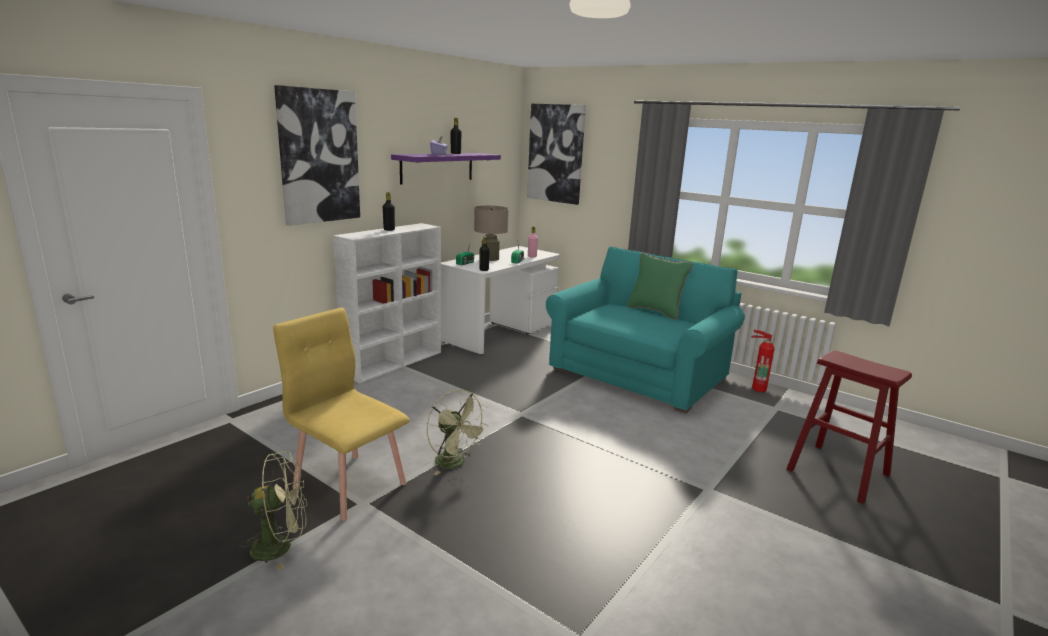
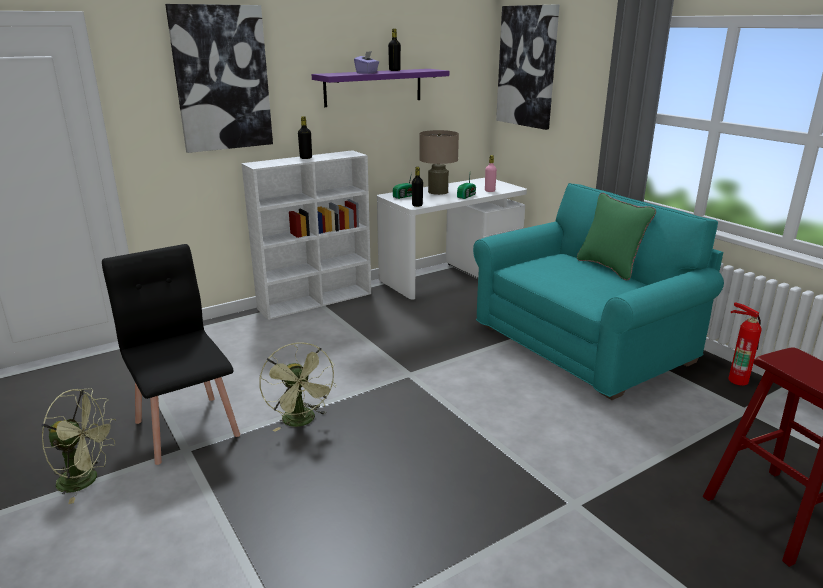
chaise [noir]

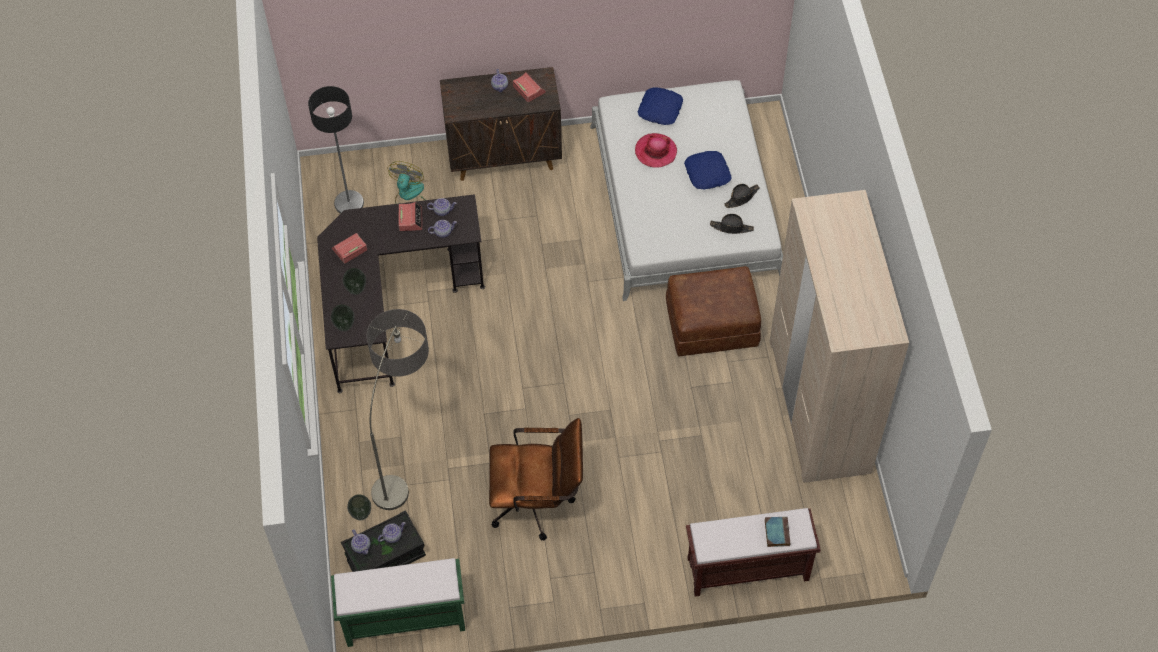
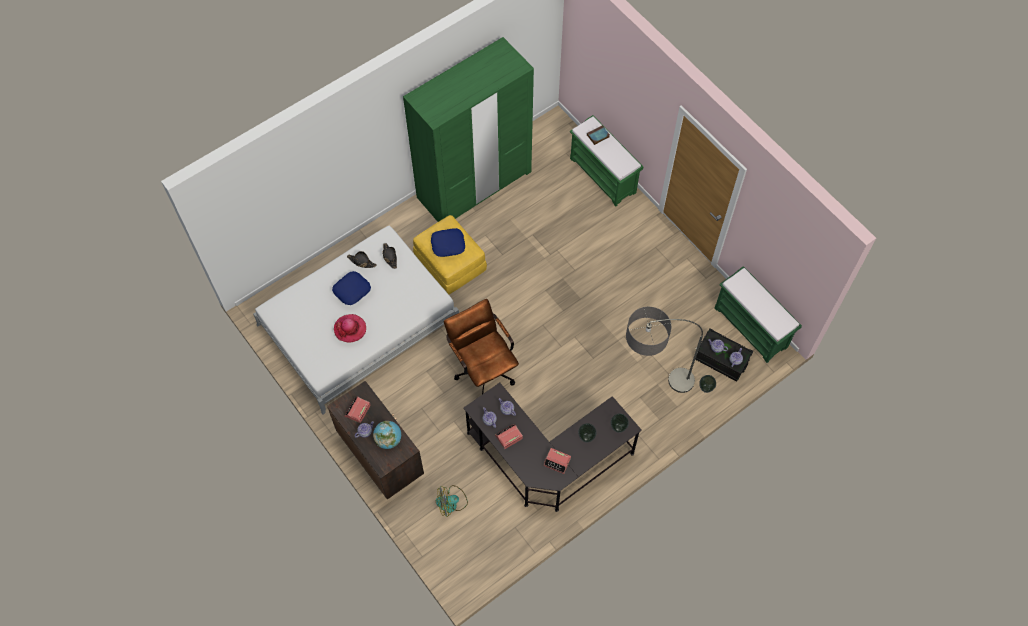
lampadaire (1st from left in the first image); globe; chaise de bureau [marron]; coussin [bleu] (2nd from left); pouf [jaune]; banc [vert] (1st from left); armoire [vert]

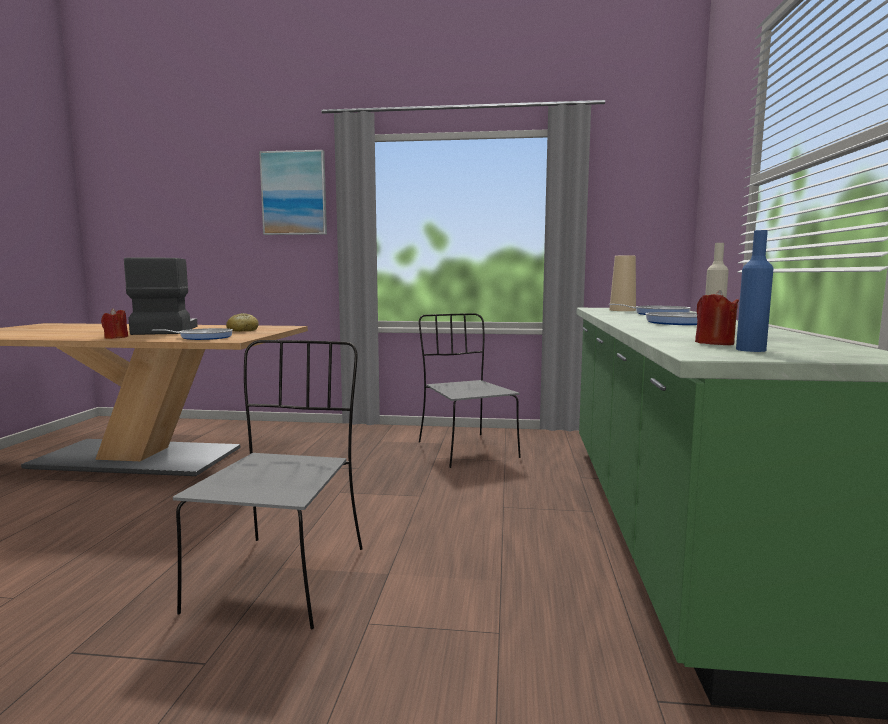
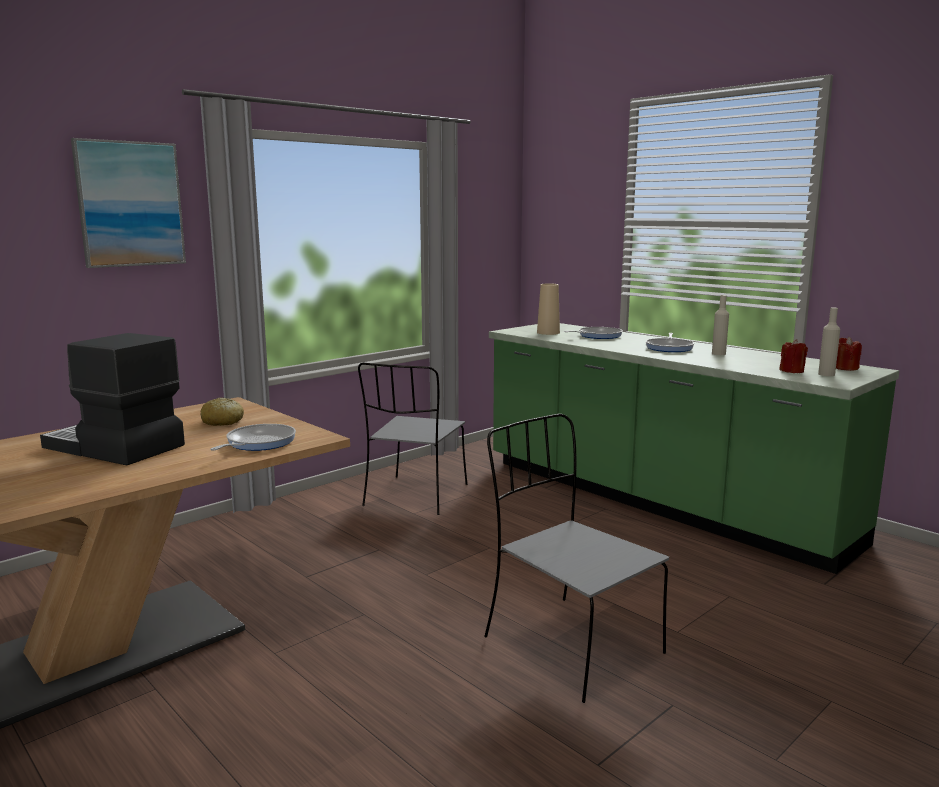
bougie [rouge] (2nd from left); bouteille [beige] (2nd from left); chaise [gris] (1st from left)

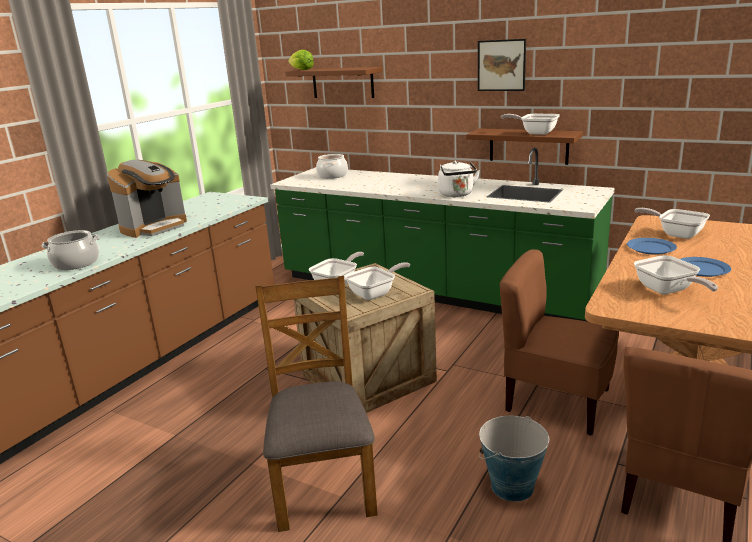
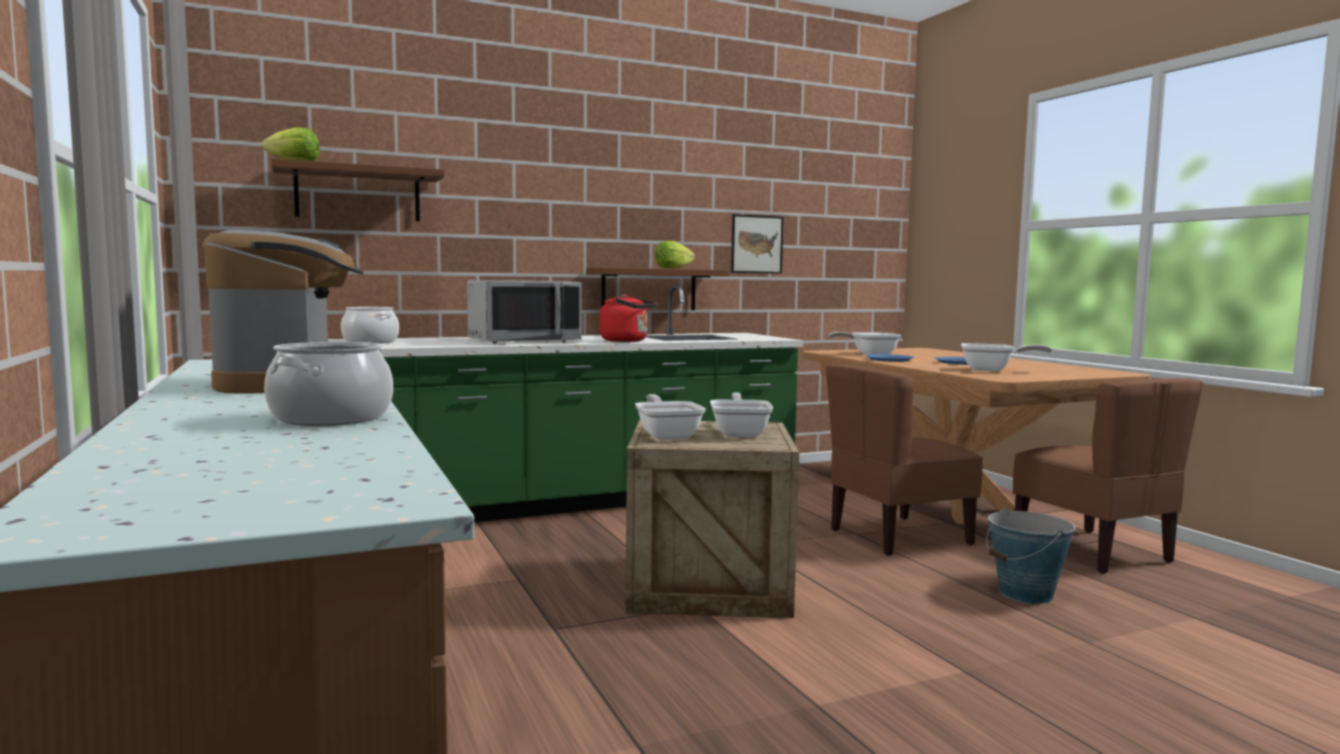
chaise [marron] (1st from left in the first image); micro-ondes [gris]; tableau; laitue (2nd from left); bouilloire [rouge]

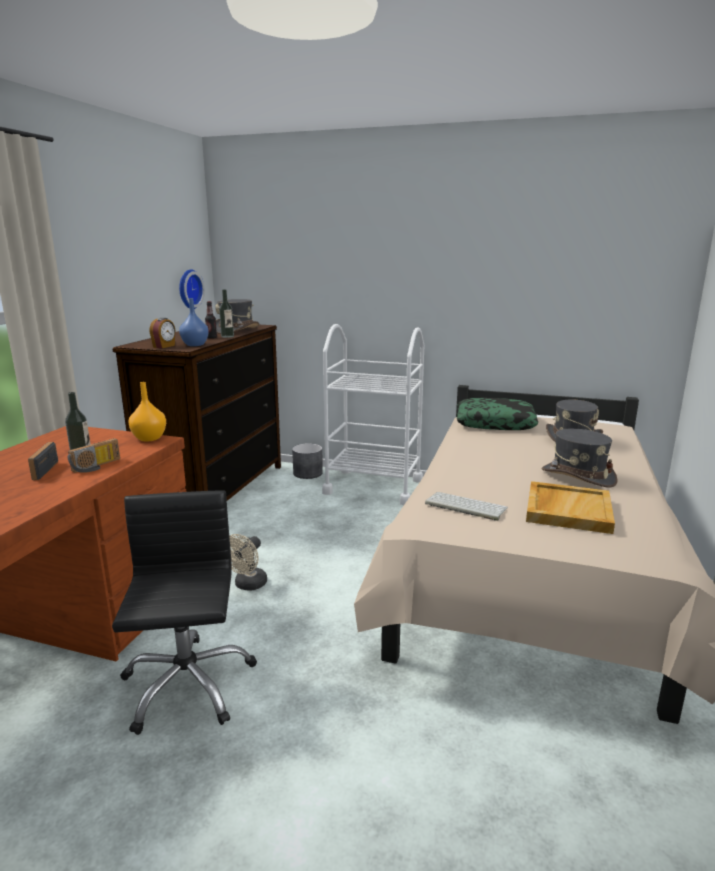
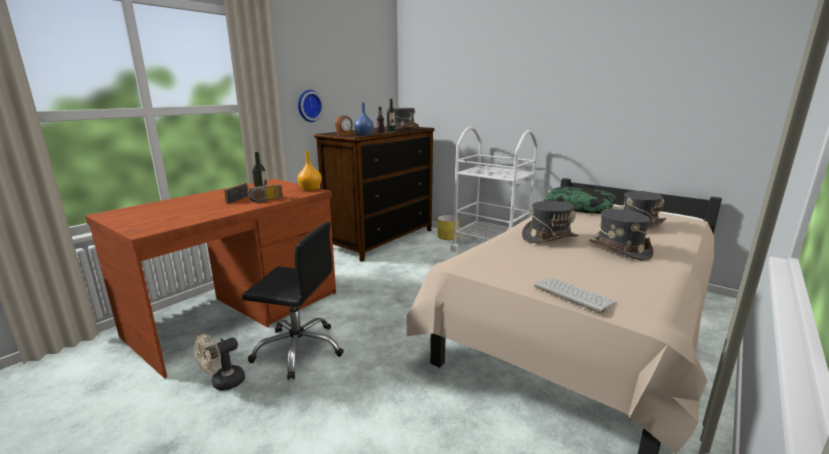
plateau [beige]; chapeau [gris] (2nd from left); horloge murale; ventilateur [beige]; clavier; cache-pot [jaune]; chaise de bureau [noir]

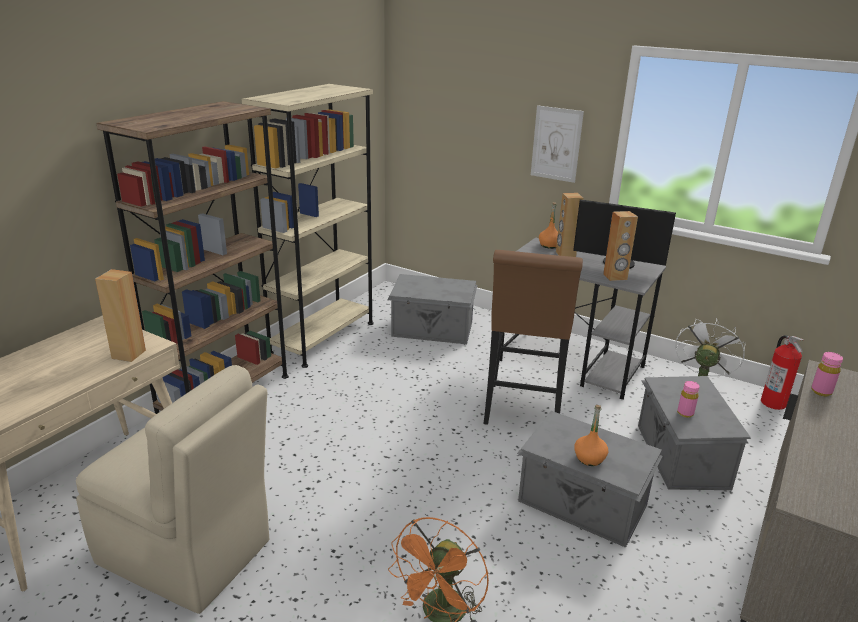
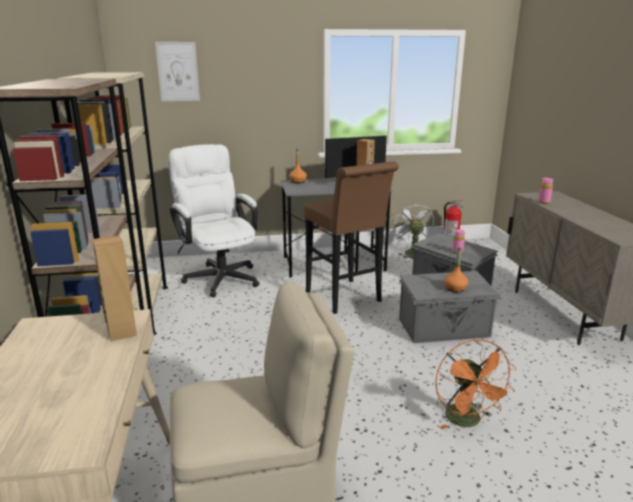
enceinte [marron] (2nd from left in the first image); tableau; chaise de bureau [blanc]

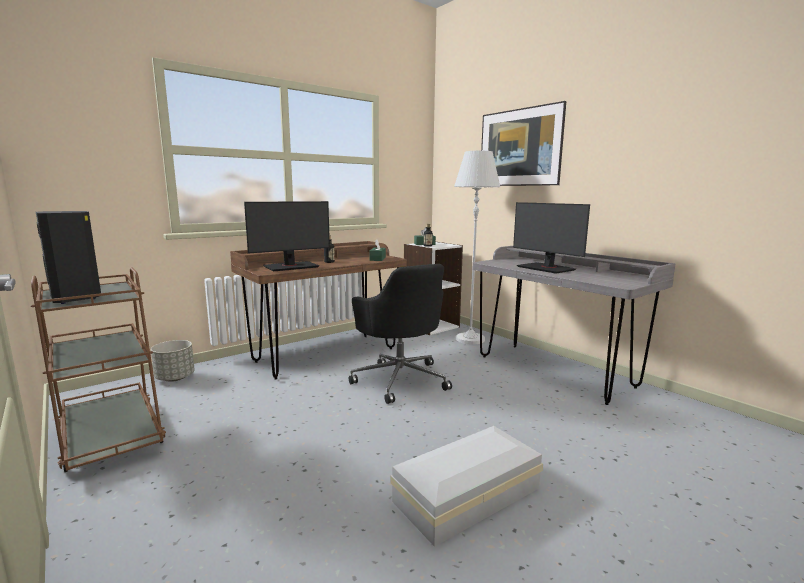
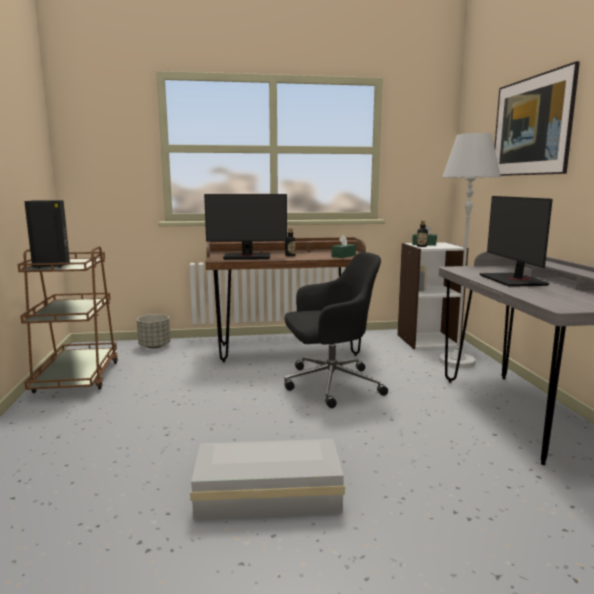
chaise de bureau [noir]

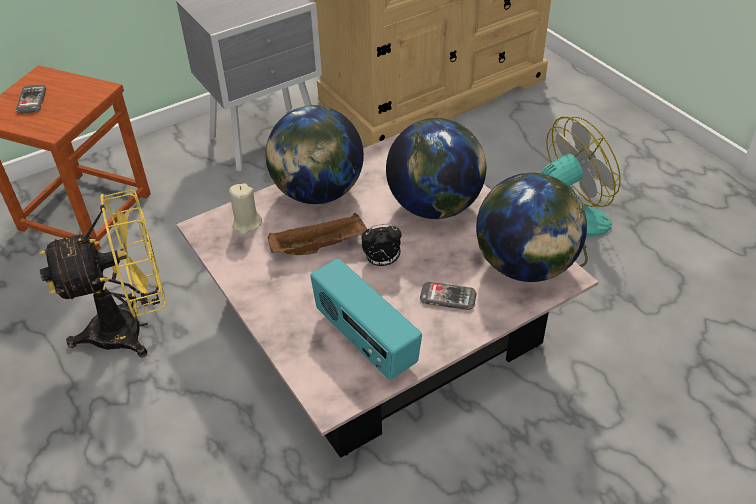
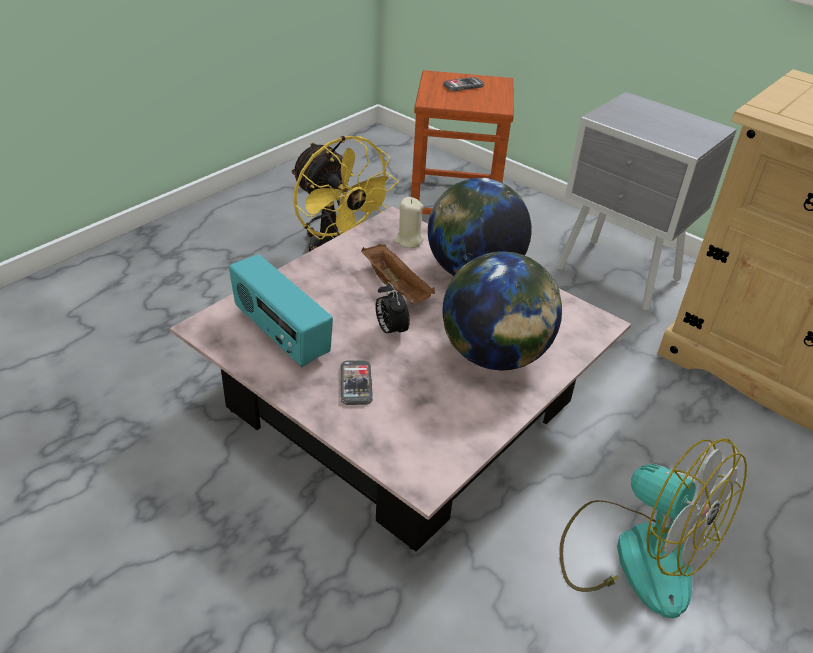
globe (3rd from left in the first image); radio

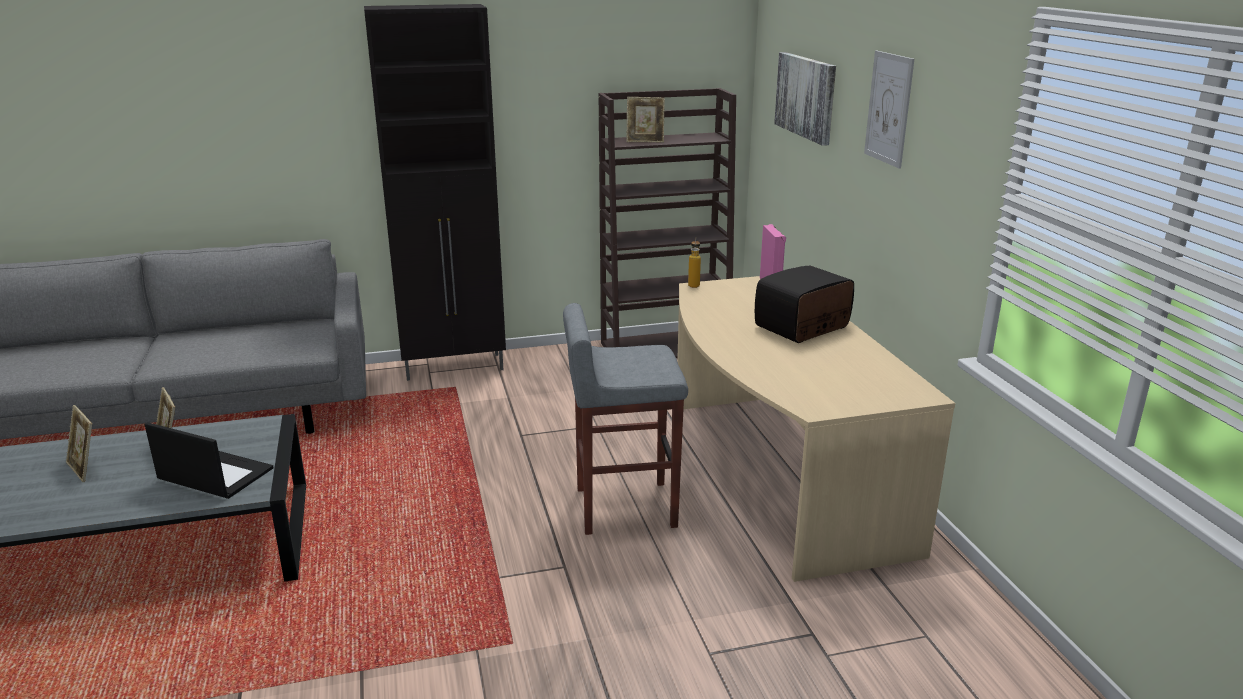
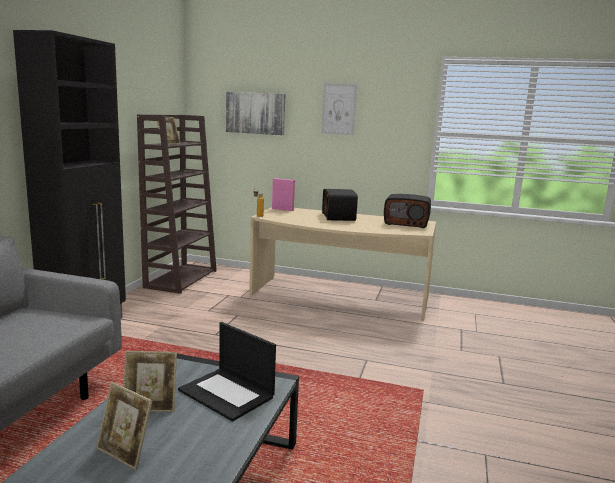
tabouret [gris]; radio (2nd from left); cadre photo (1st from left); ordinateur portable

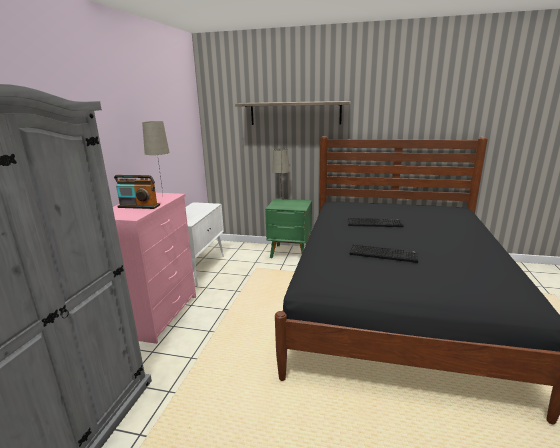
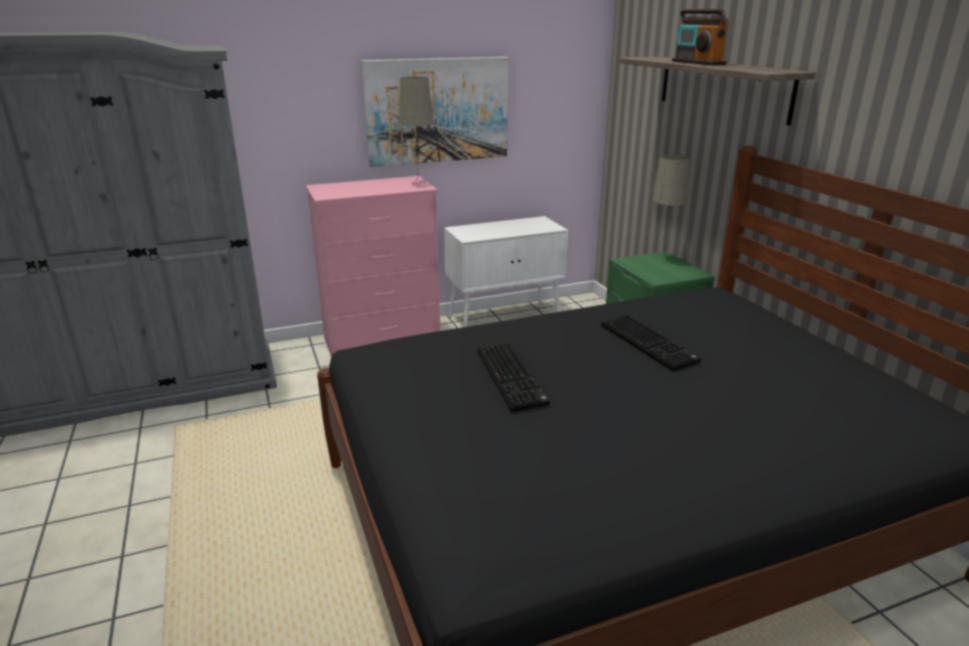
tableau; radio

